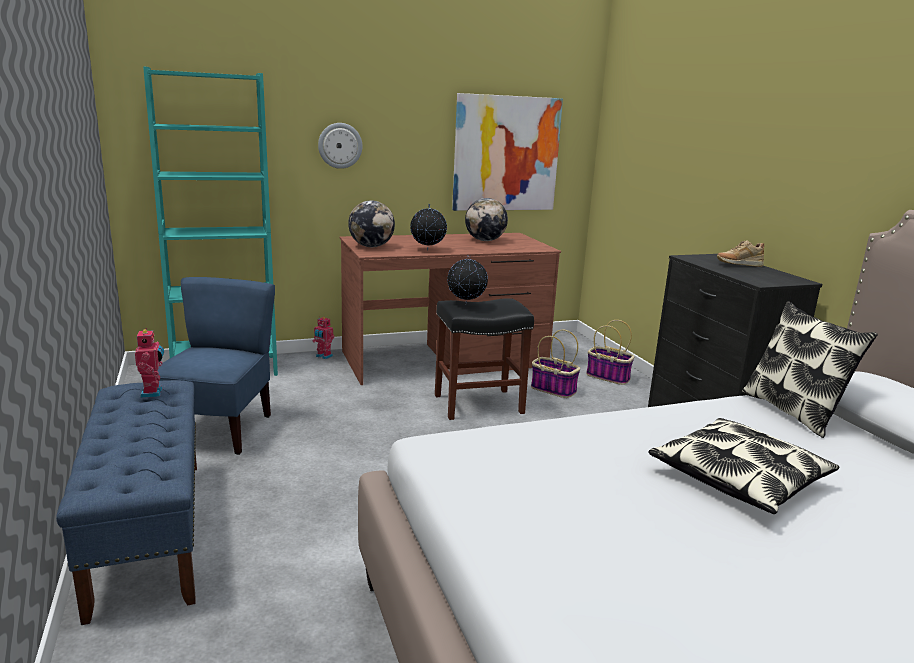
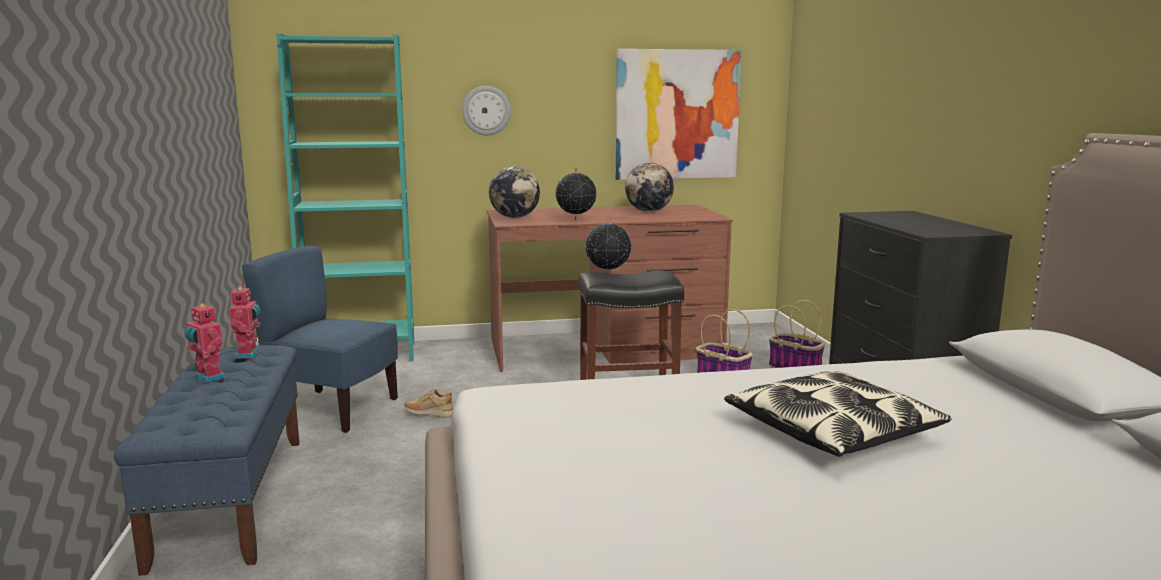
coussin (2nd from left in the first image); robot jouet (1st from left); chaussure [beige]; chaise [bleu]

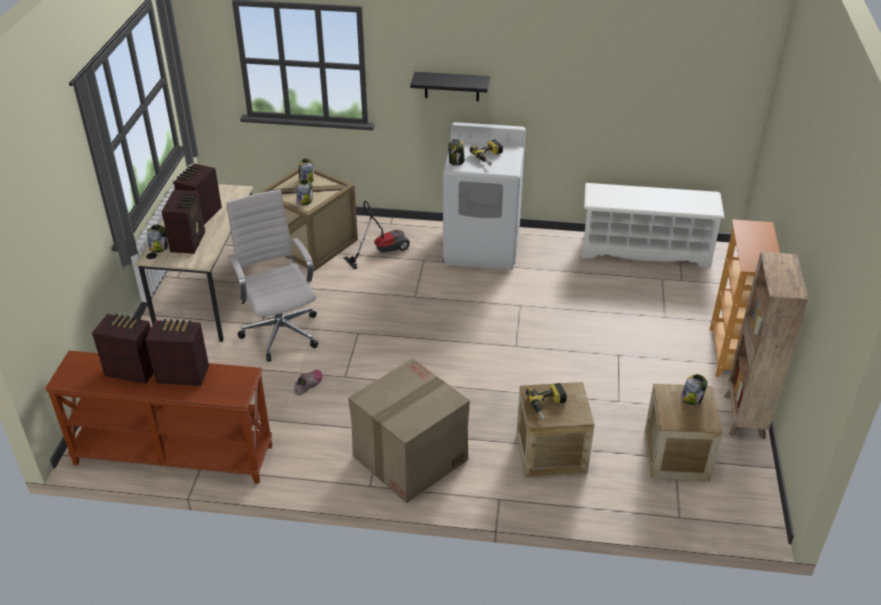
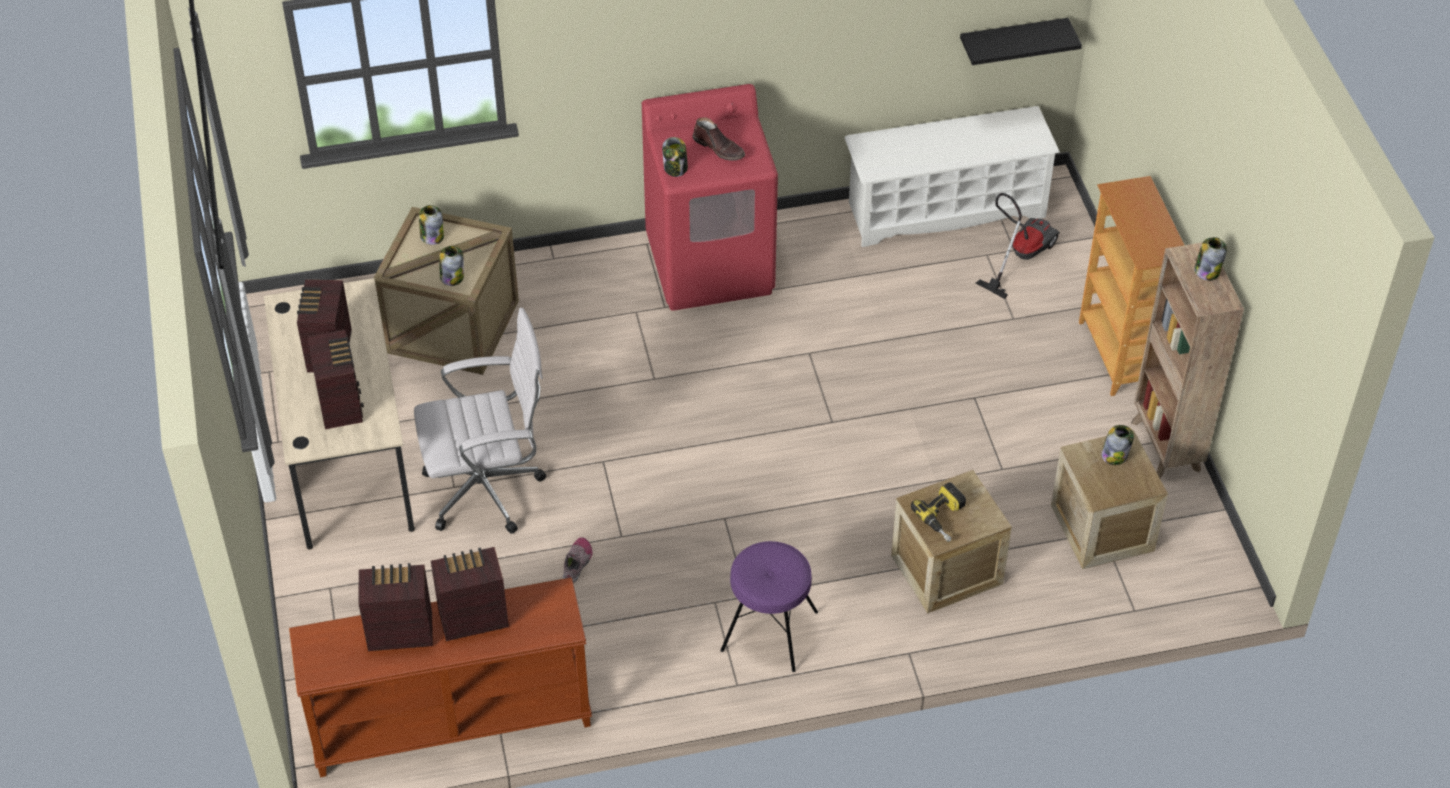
bocal (5th from left); aspirateur; étagère [noir]; tabouret [violet]; botte [marron]; lave-linge [rouge]; chaise de bureau [blanc]

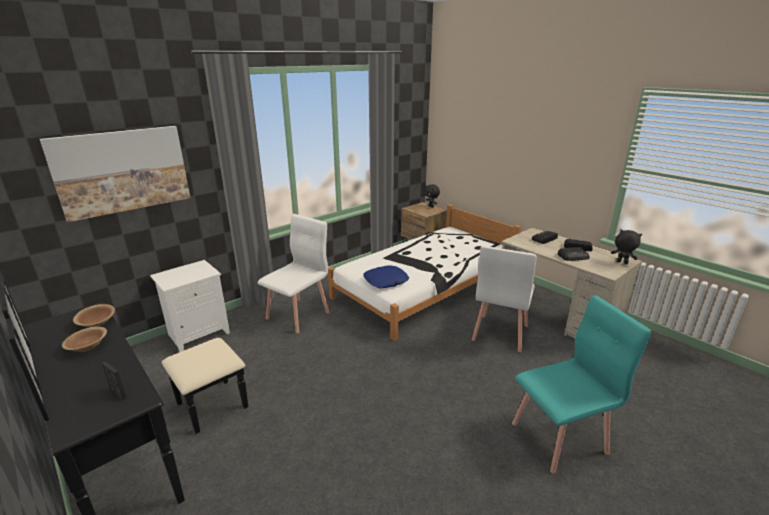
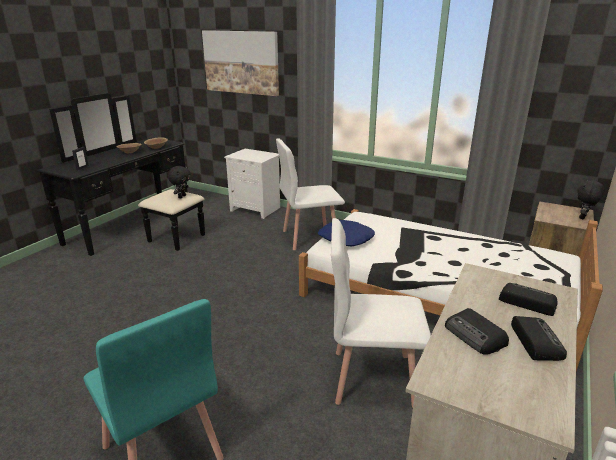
peluche [noir] (1st from left); chaise [blanc] (1st from left)

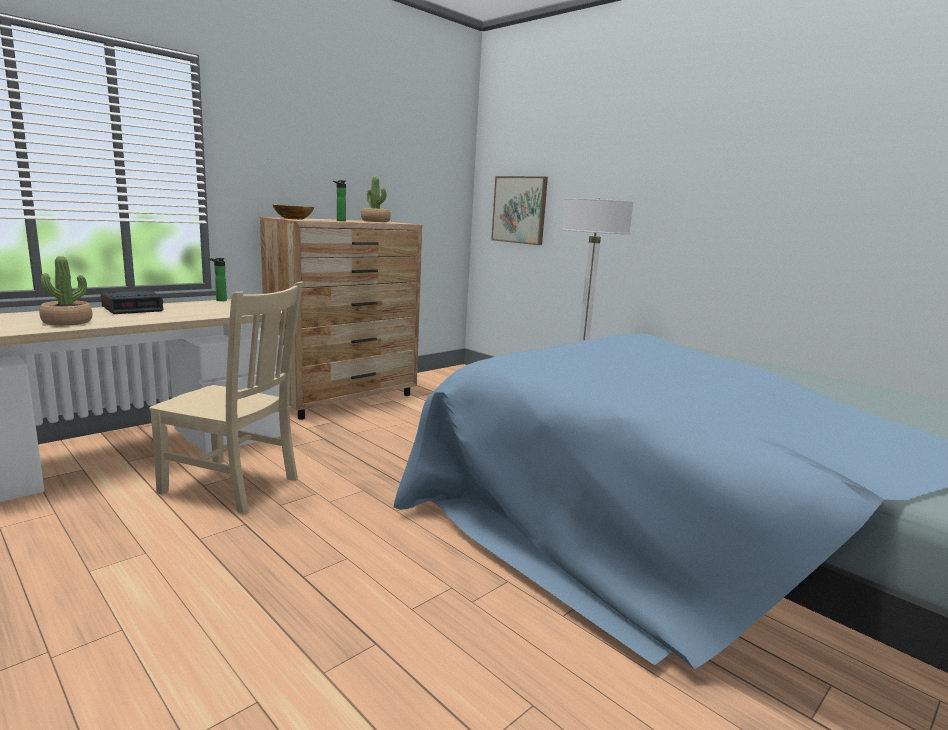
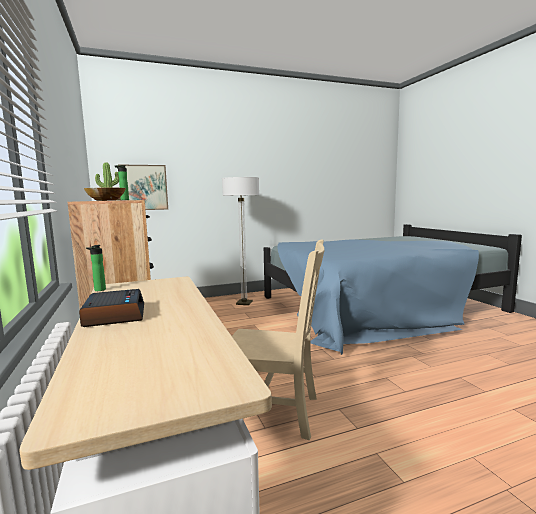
plante en pot (1st from left in the first image); chaise [beige]

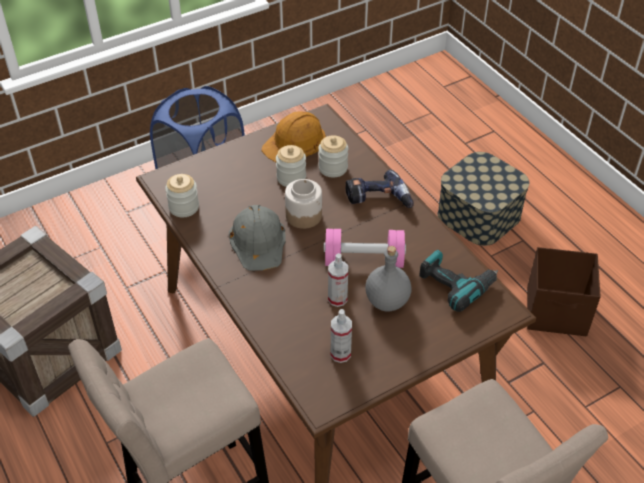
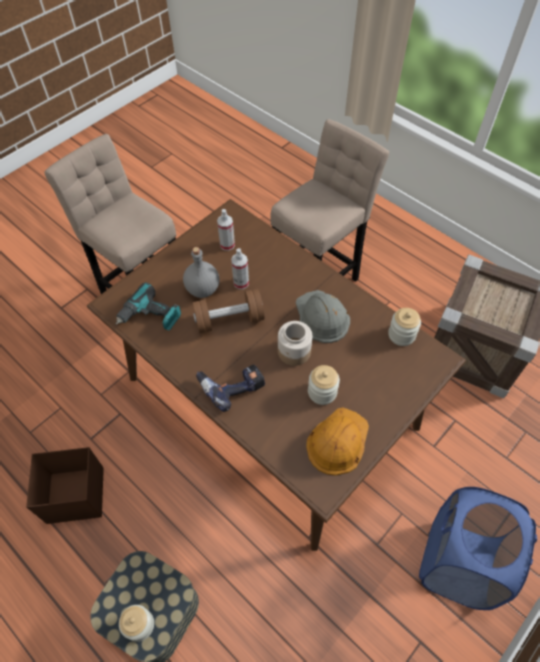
bocal (1st from left); haltère [marron]

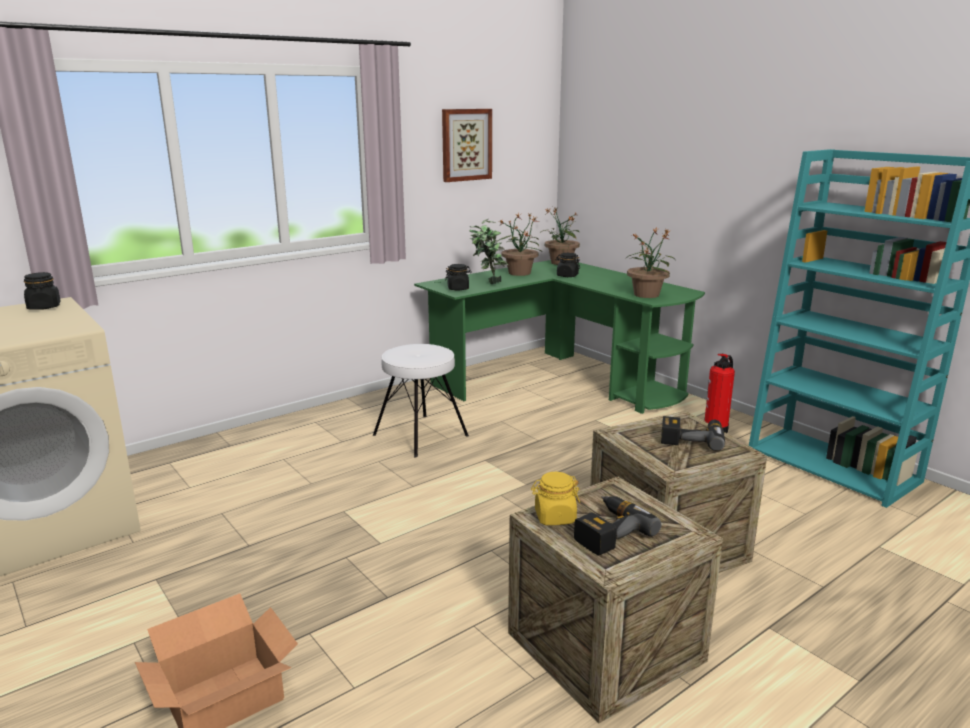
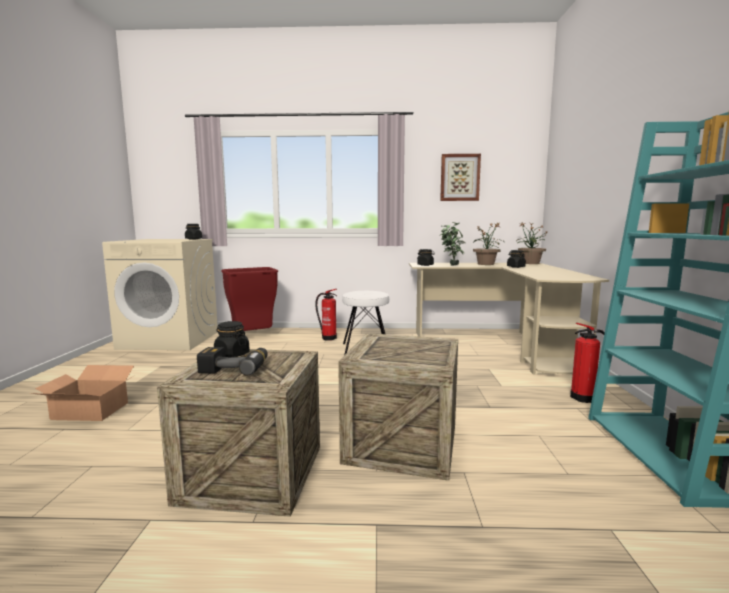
plante en pot (4th from left in the first image); perceuse (2nd from left in the first image); poubelle [rouge]; extincteur (1st from left); bureau [beige]; bocal [noir] (2nd from left)

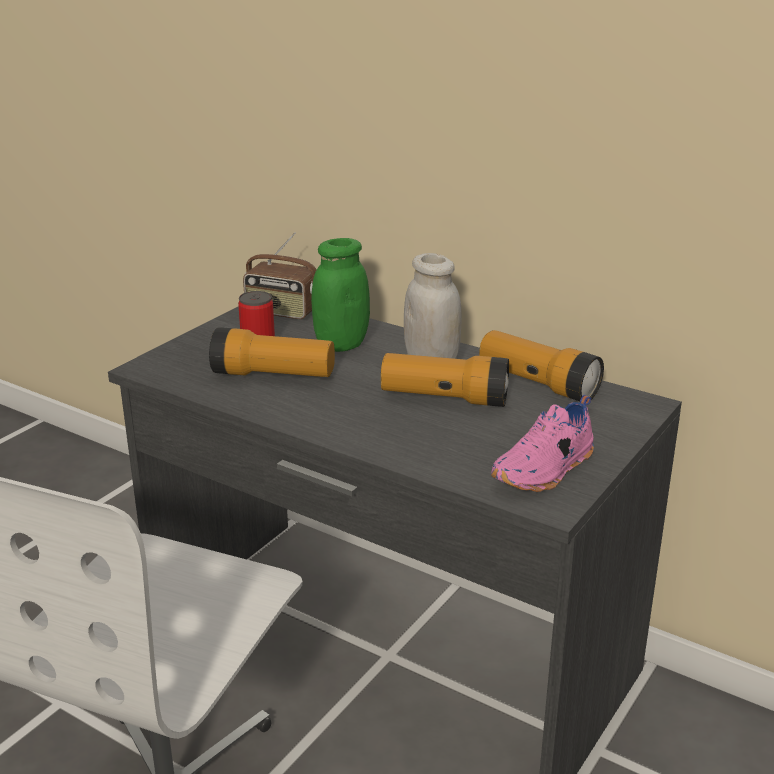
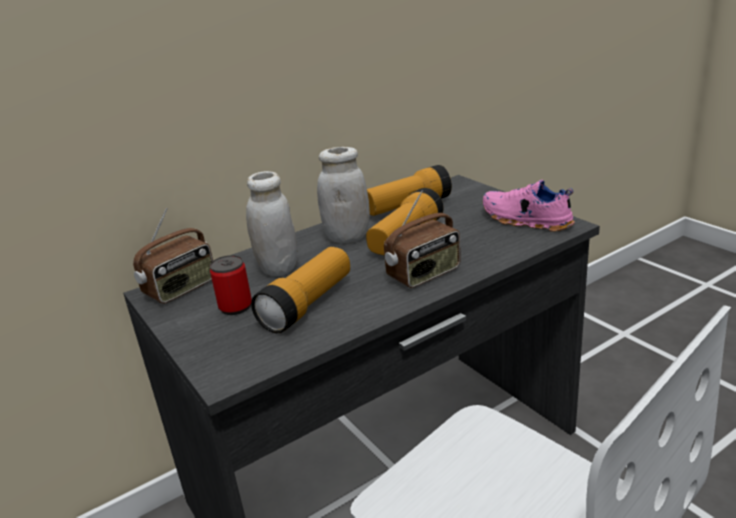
radio (2nd from left); bocal [blanc] (1st from left); chaussure [rose]

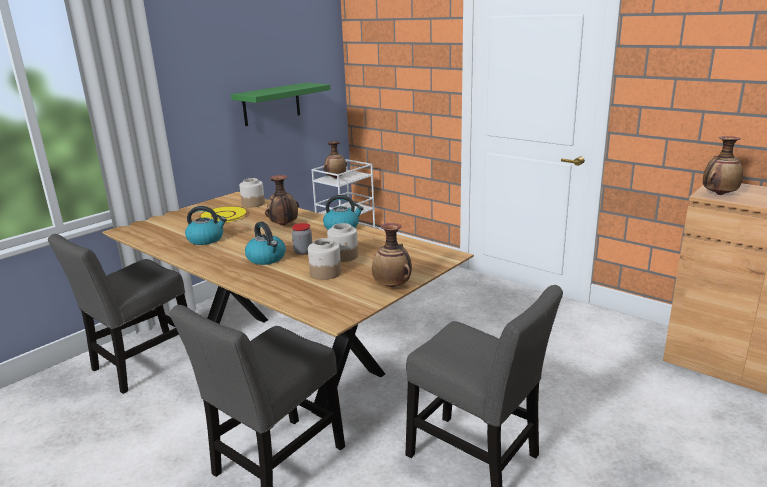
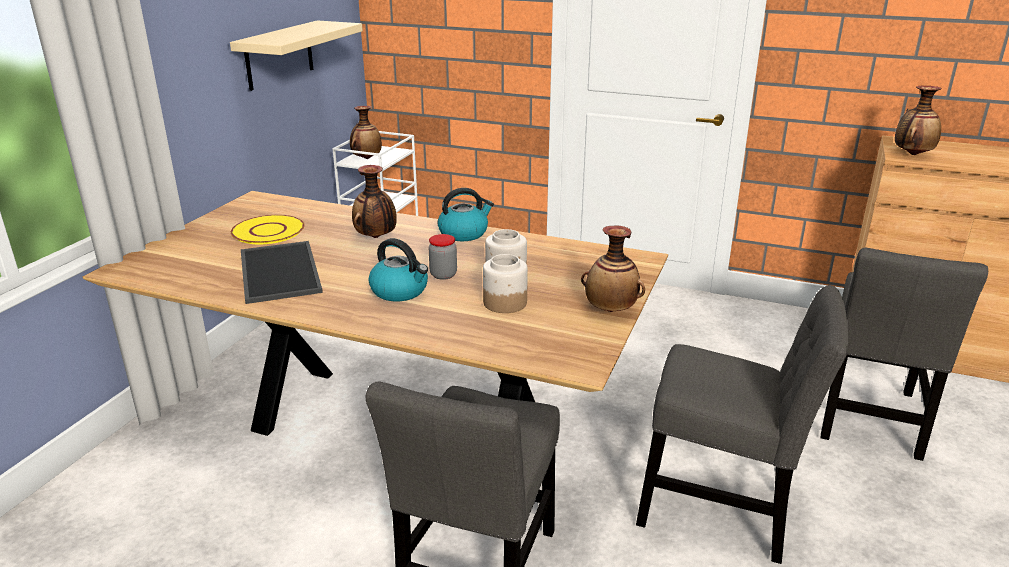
bocal (1st from left in the first image); chaise [gris] (3rd from left); plateau; étagère [beige]

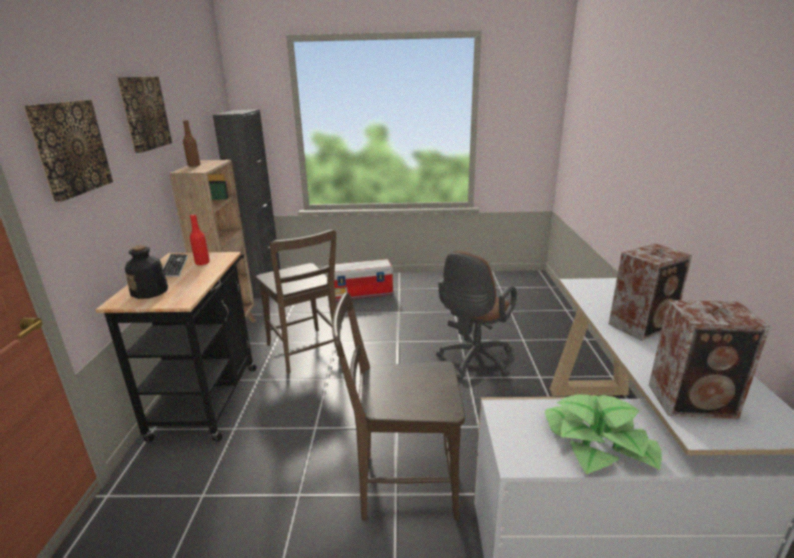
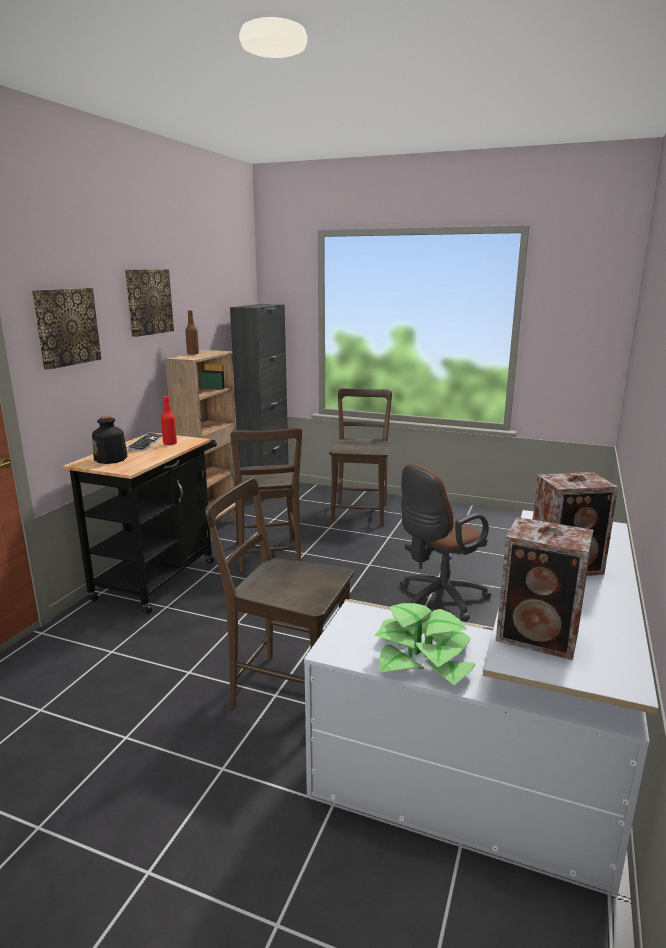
chaise [marron] (3rd from left)

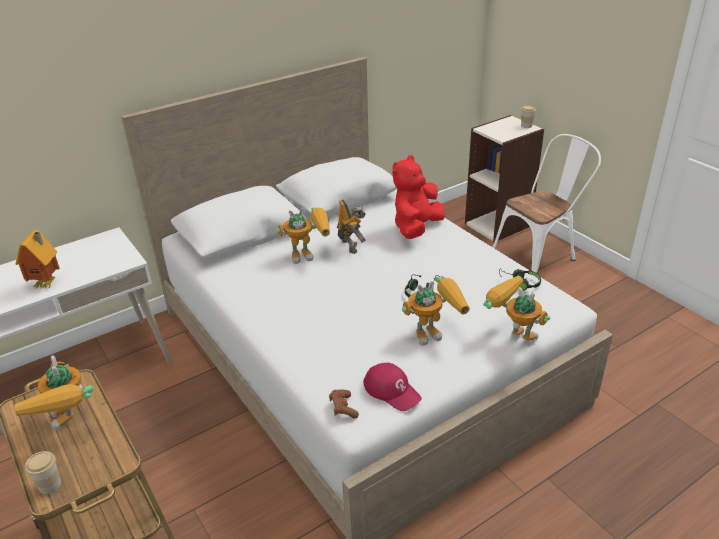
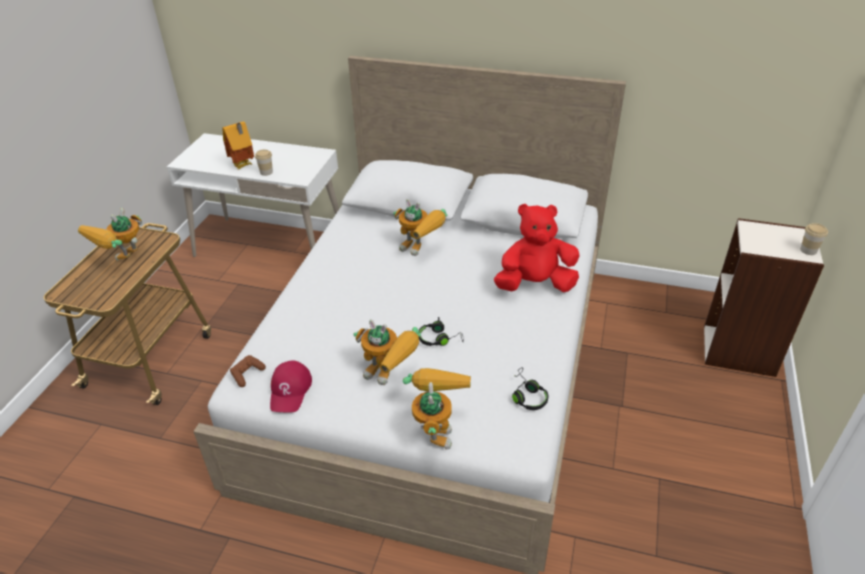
robot jouet (3rd from left in the first image); chaise [blanc]; tasse (1st from left)

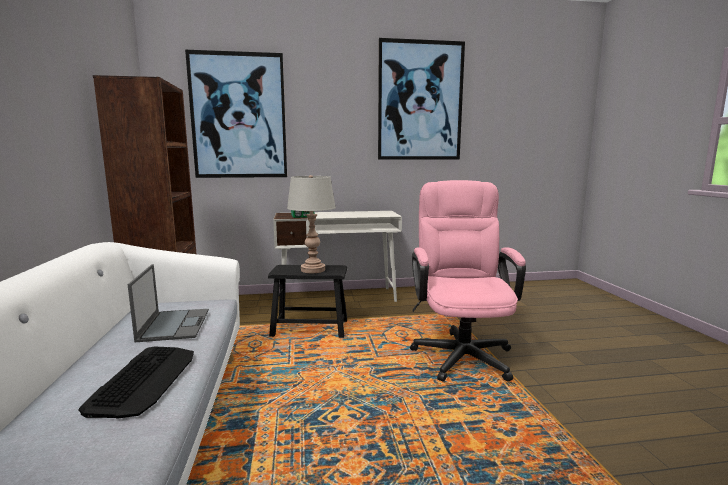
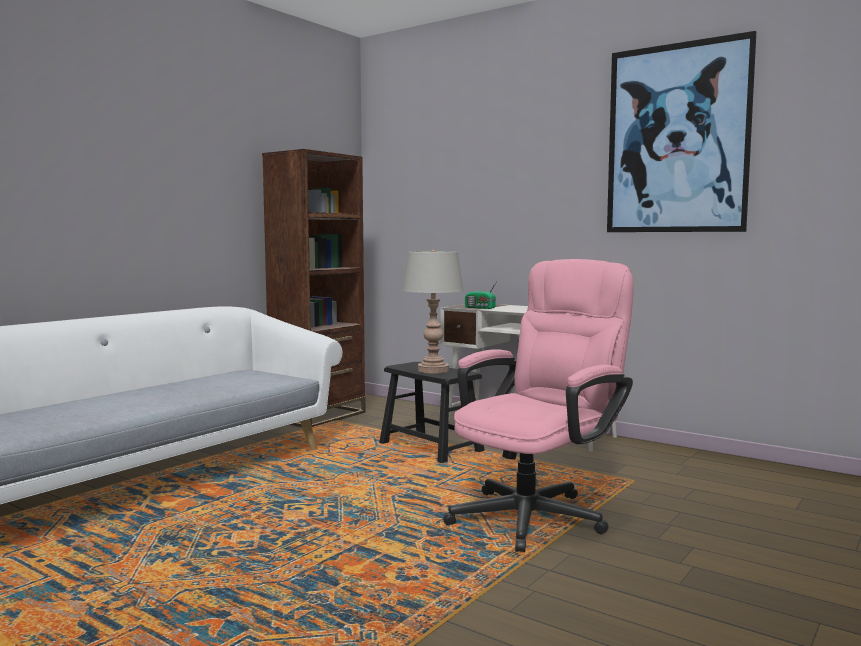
clavier; ordinateur portable; tableau (1st from left in the first image)

